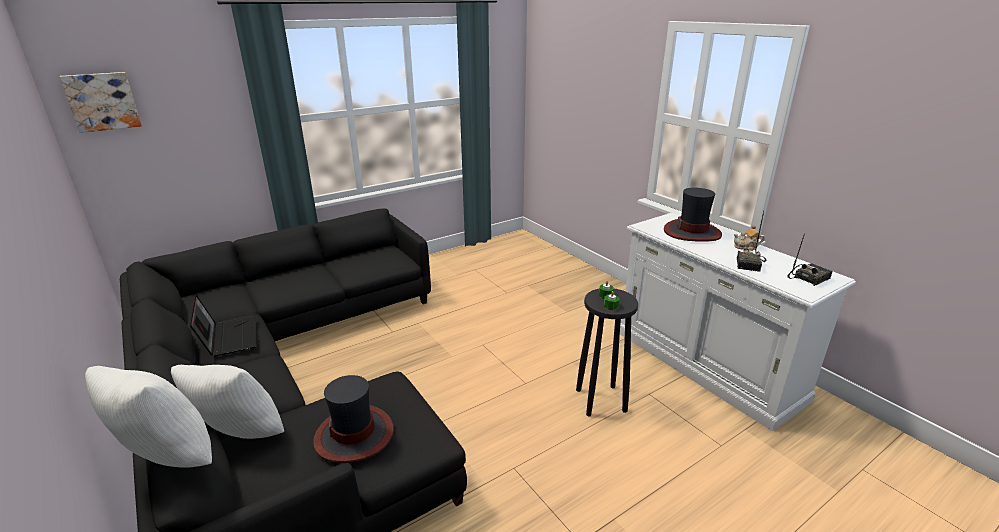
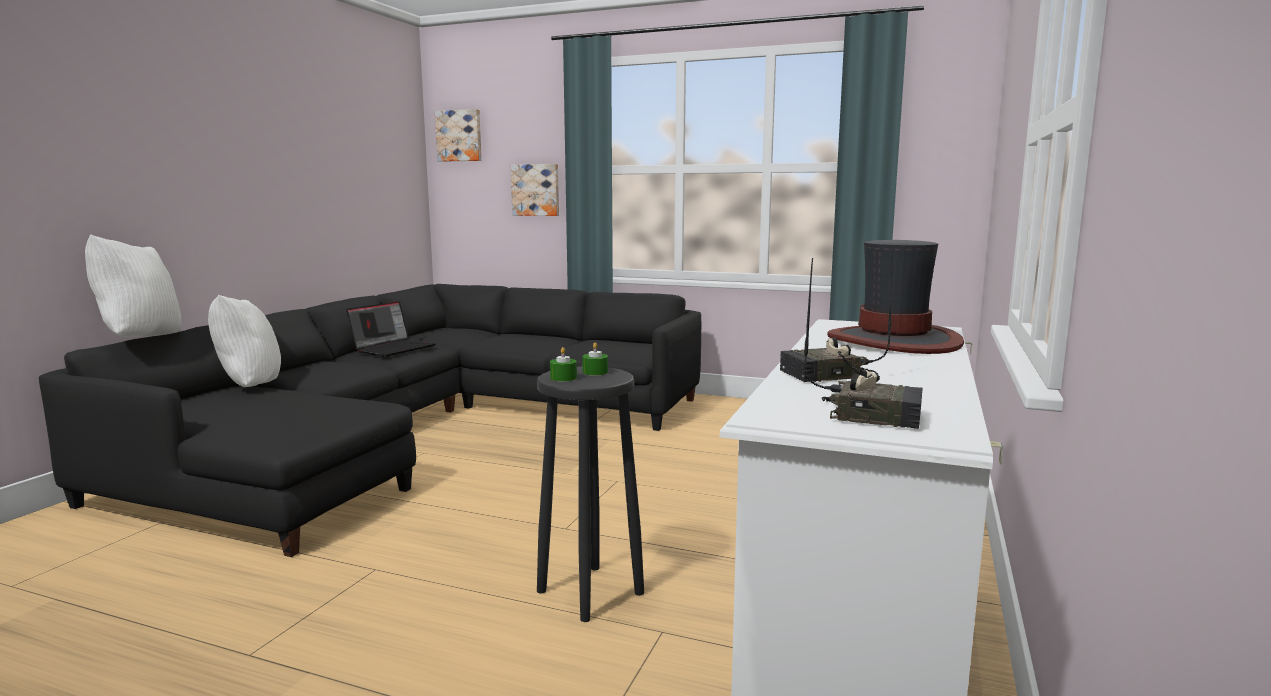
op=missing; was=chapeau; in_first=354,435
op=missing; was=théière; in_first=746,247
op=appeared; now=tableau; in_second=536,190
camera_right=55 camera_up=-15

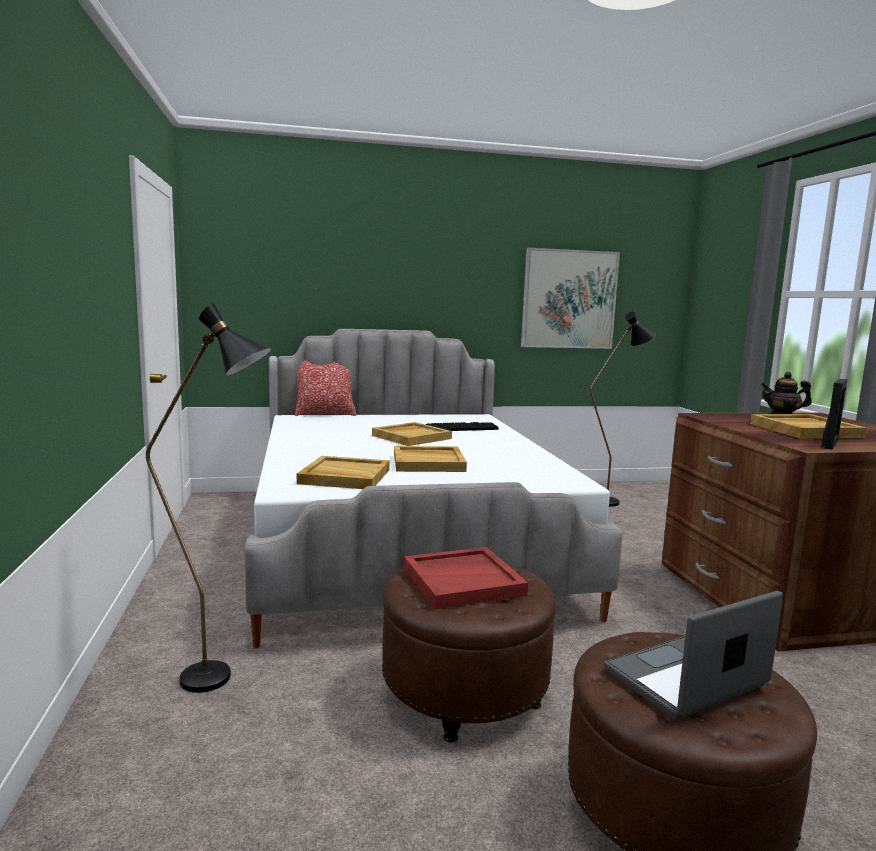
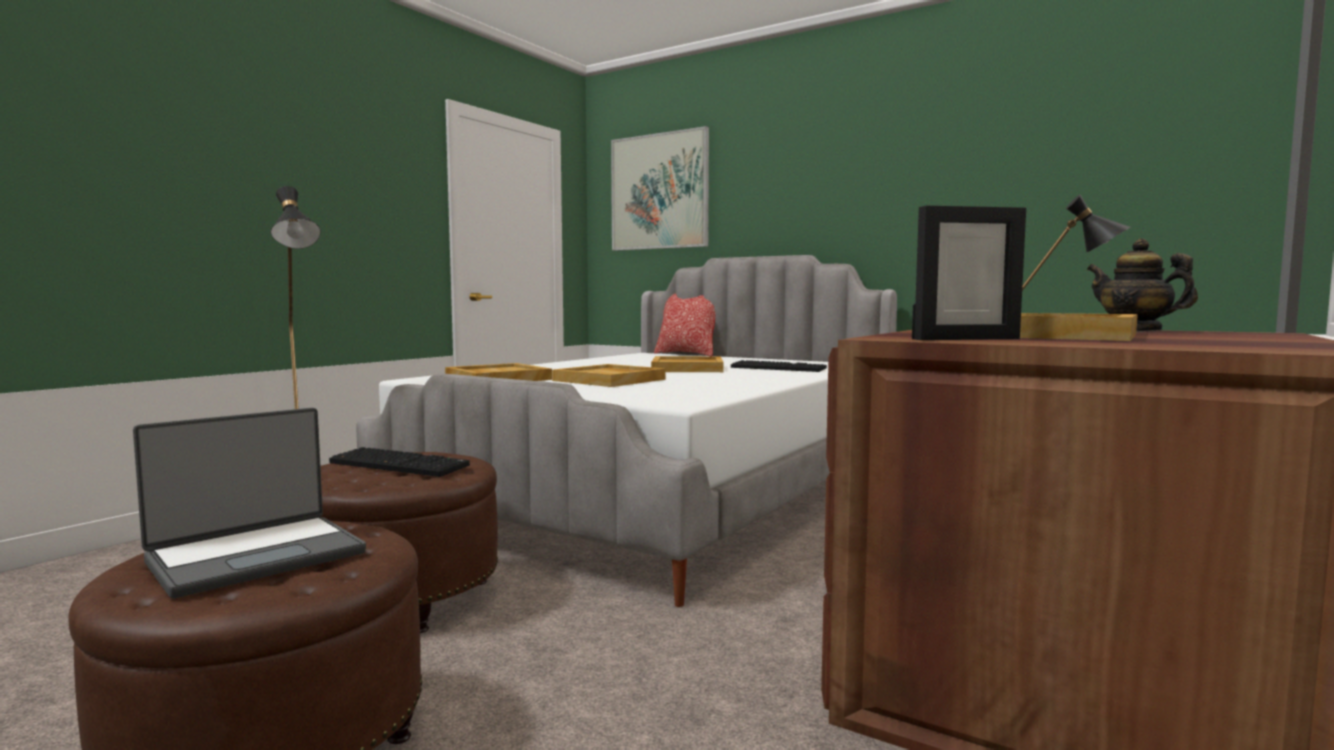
op=exchanged; was=plateau [rouge]; now=clavier; in_first=463,581; in_second=401,464
op=relocated; was=tableau; in_first=569,299; in_second=659,192
op=spun; was=ordinateur portable; in_first=687,680; in_second=256,556; clockwise=120
camera_right=45 camera_up=-5

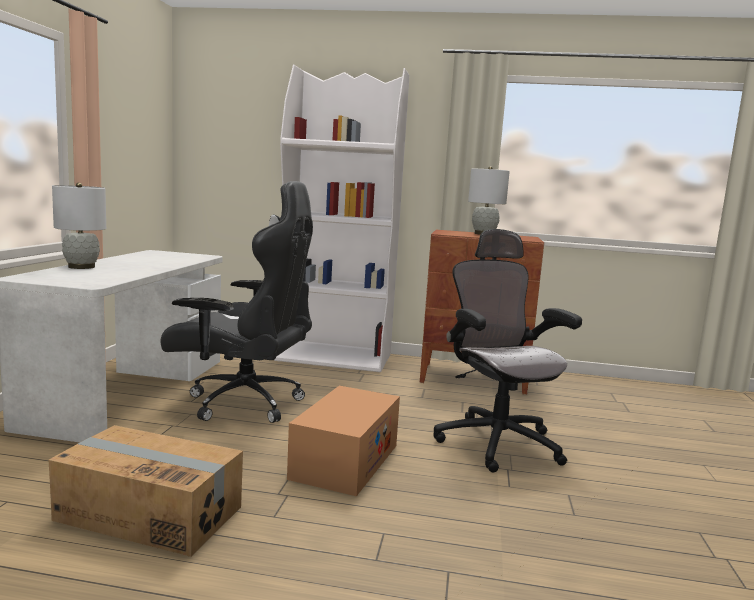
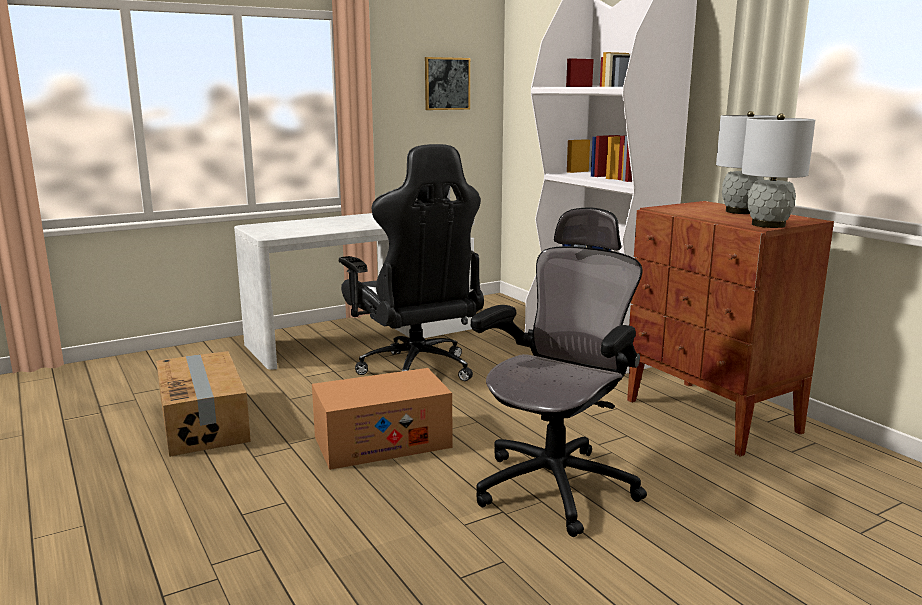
op=relocated; was=lampe de table [blanc]; in_first=82,267; in_second=768,225
op=appeared; now=tableau; in_second=447,83
camera_right=50 camera_up=5

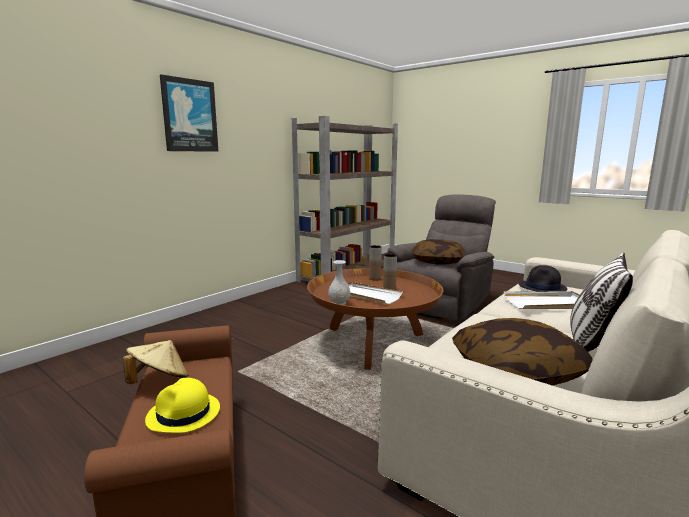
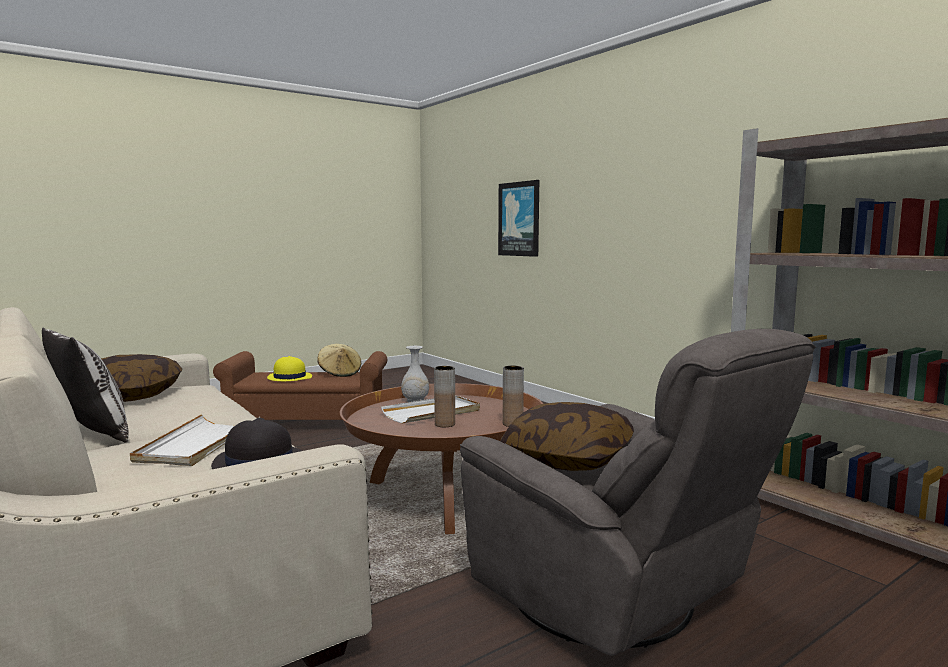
op=relocated; was=tableau; in_first=189,115; in_second=519,219
camera_right=105 camera_up=-5

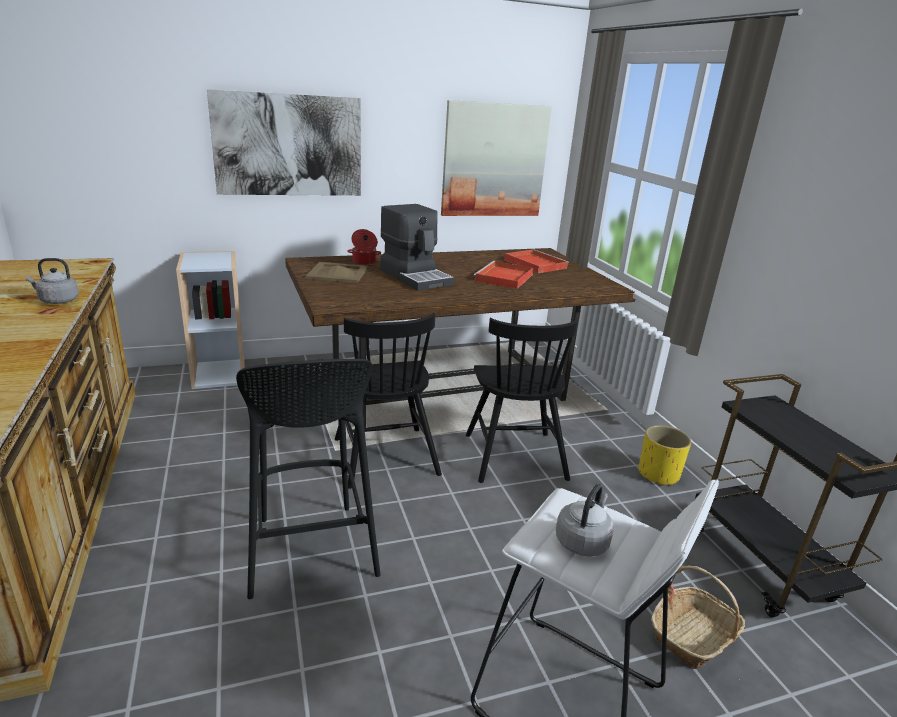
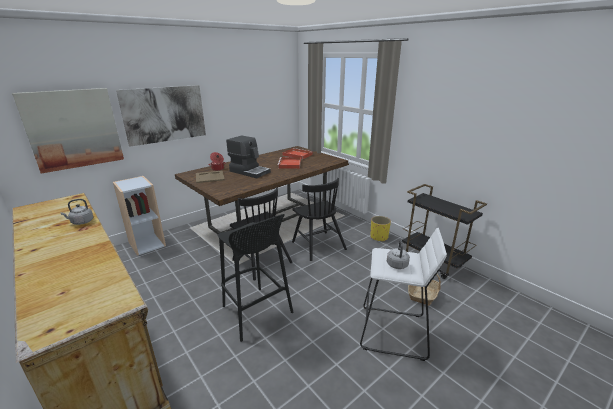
op=relocated; was=tableau; in_first=494,160; in_second=73,129
camera_right=-20 camera_up=0

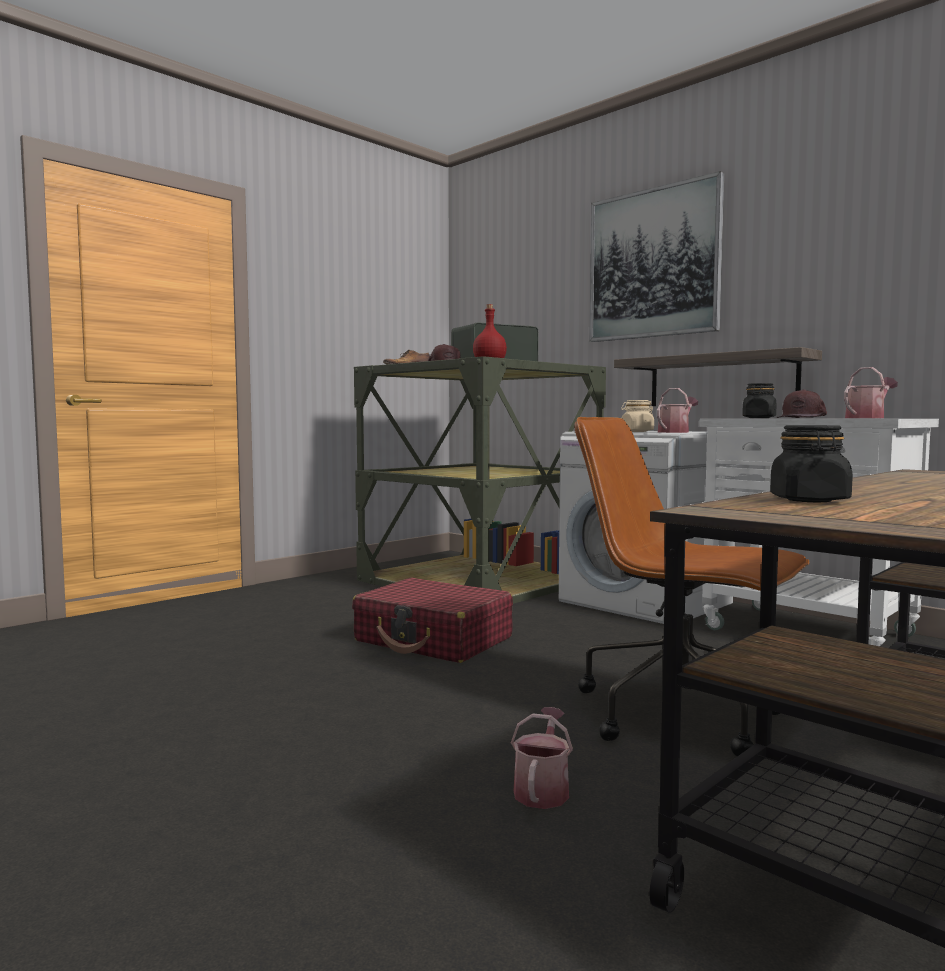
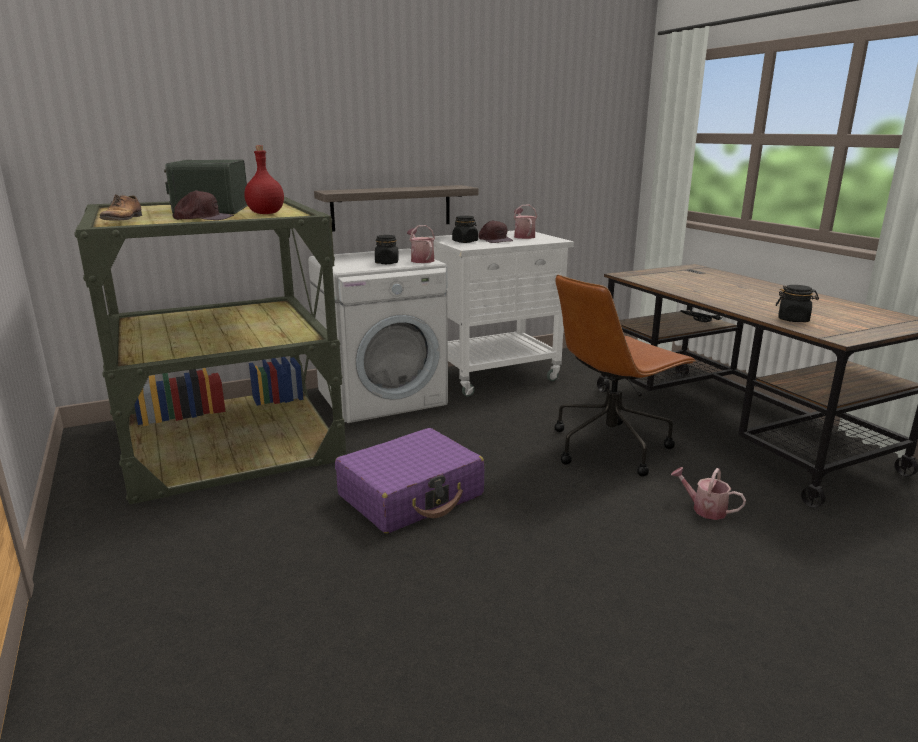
op=colour; was=valise [rouge]; now=valise [violet]; in_first=434,640; in_second=411,495
op=missing; was=tableau; in_first=653,263
op=colour; was=bocal [beige]; now=bocal [noir]; in_first=637,431; in_second=387,263
camera_right=-70 camera_up=15

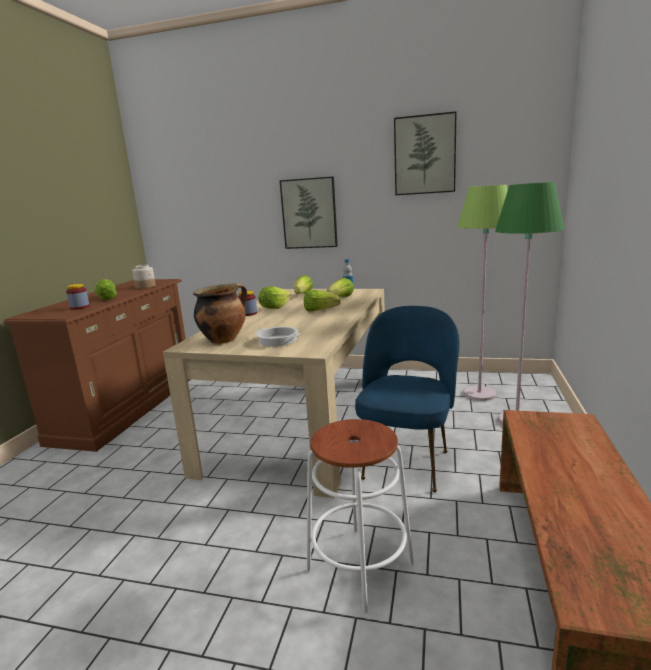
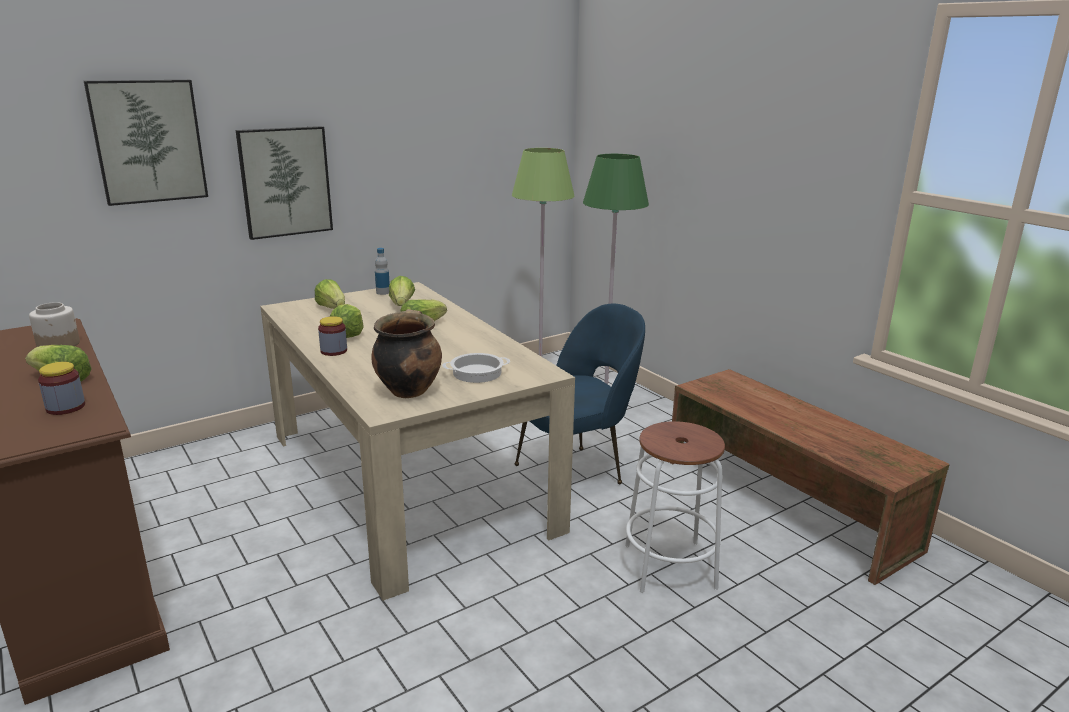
op=spun; was=chaise [bleu]; in_first=408,460; in_second=575,472; clockwise=90
op=relocated; was=tableau; in_first=424,155; in_second=148,141
camera_right=-50 camera_up=5

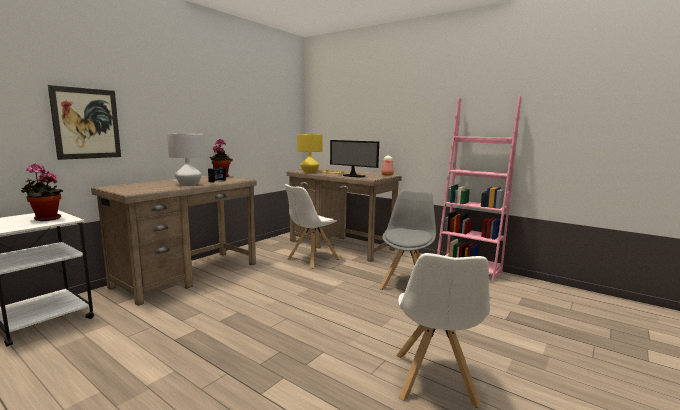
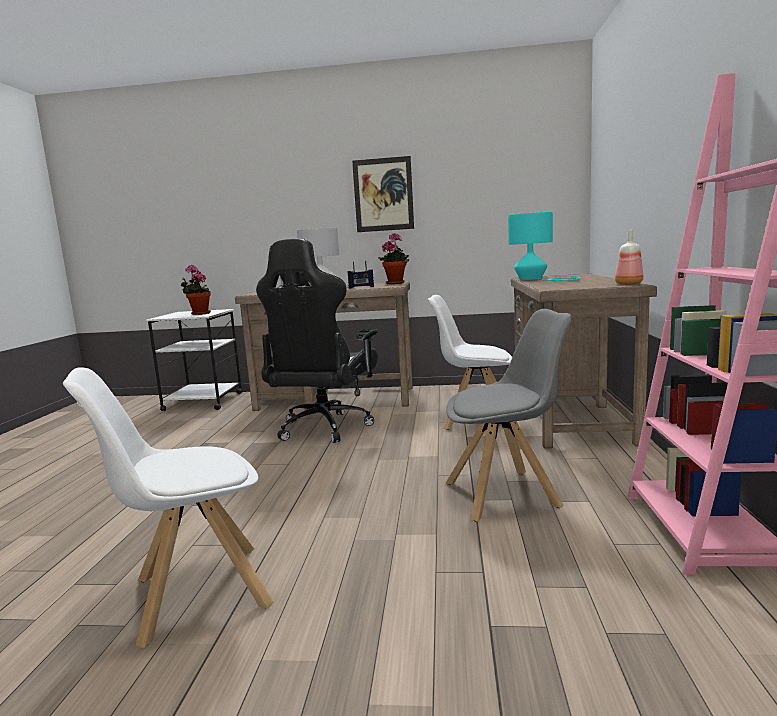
op=relocated; was=tableau; in_first=87,123; in_second=383,194
op=colour; was=lampe de table [jaune]; now=lampe de table [turquoise]; in_first=318,172; in_second=543,279
op=missing; was=écran d'ordinateur; in_first=353,176
op=appeared; now=chaise de bureau [noir]; in_second=326,426
camera_right=60 camera_up=0

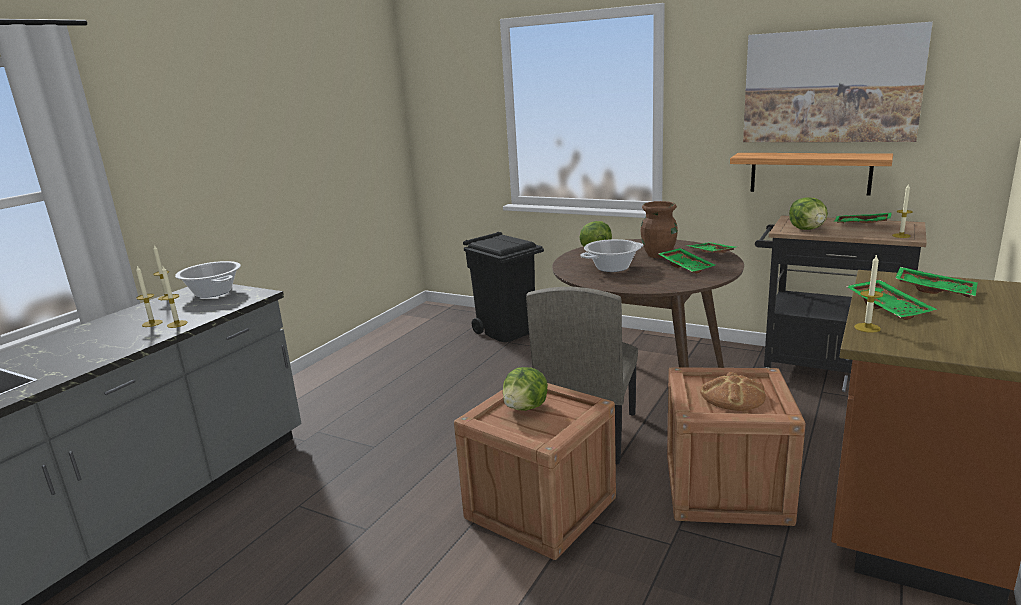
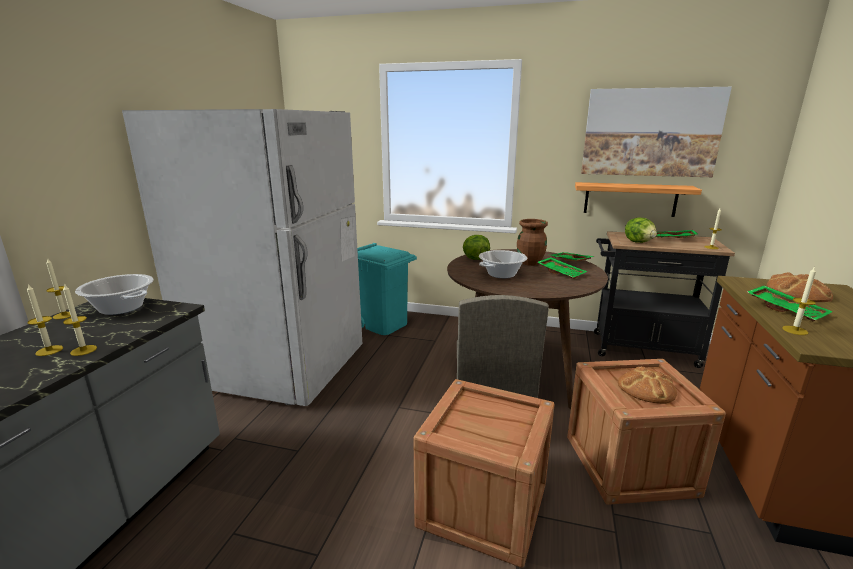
op=colour; was=poubelle [noir]; now=poubelle [turquoise]; in_first=507,330; in_second=383,324
op=missing; was=laitue; in_first=526,408
op=exchanged; was=plateau [vert]; now=pain; in_first=934,290; in_second=797,293
op=appeared; now=réfrigérateur [blanc]; in_second=281,365
camera_right=-15 camera_up=0

